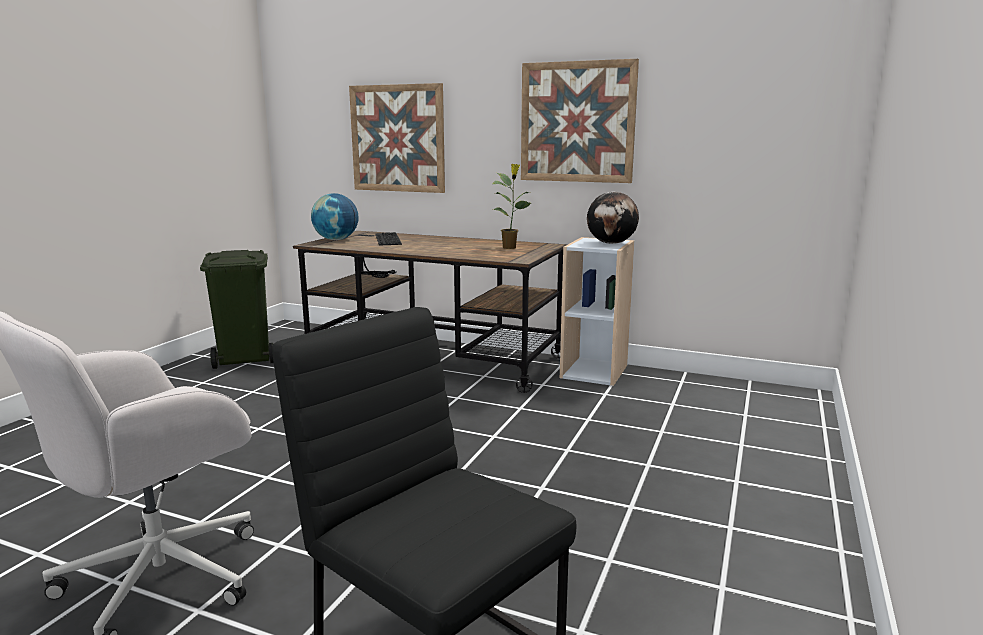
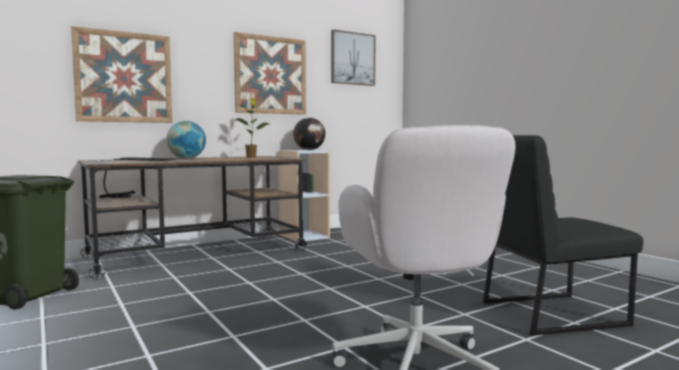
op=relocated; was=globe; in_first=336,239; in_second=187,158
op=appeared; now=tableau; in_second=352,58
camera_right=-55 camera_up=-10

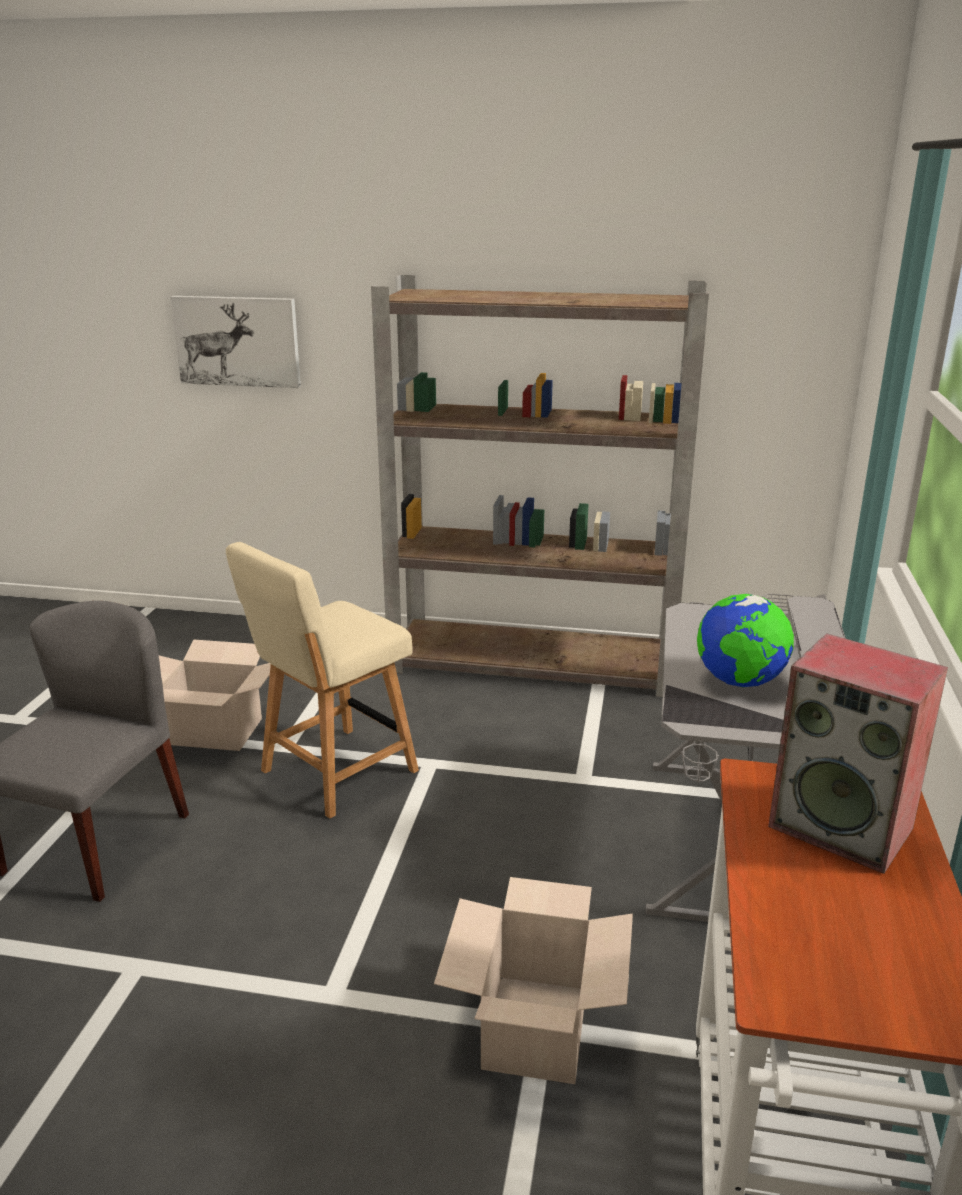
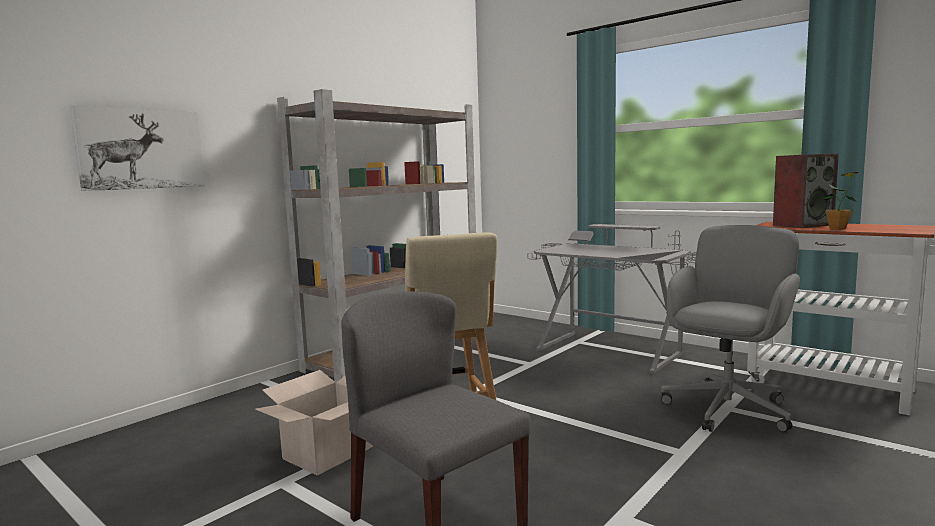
op=exchanged; was=carton; now=chaise de bureau [gris]; in_first=536,1029; in_second=728,409
op=missing; was=globe; in_first=739,682
op=appeared; now=plante en pot; in_second=837,228
camera_right=-60 camera_up=-15

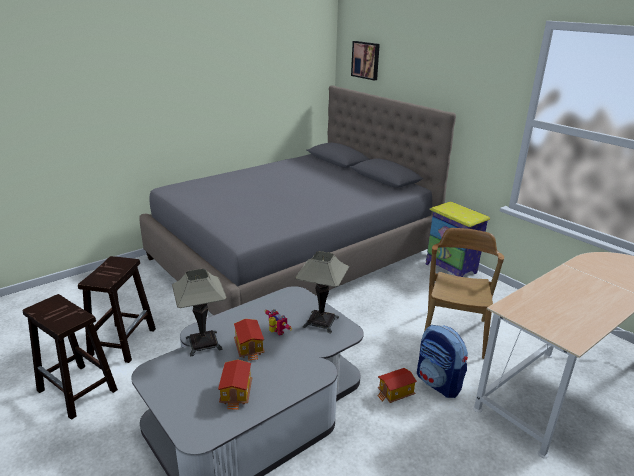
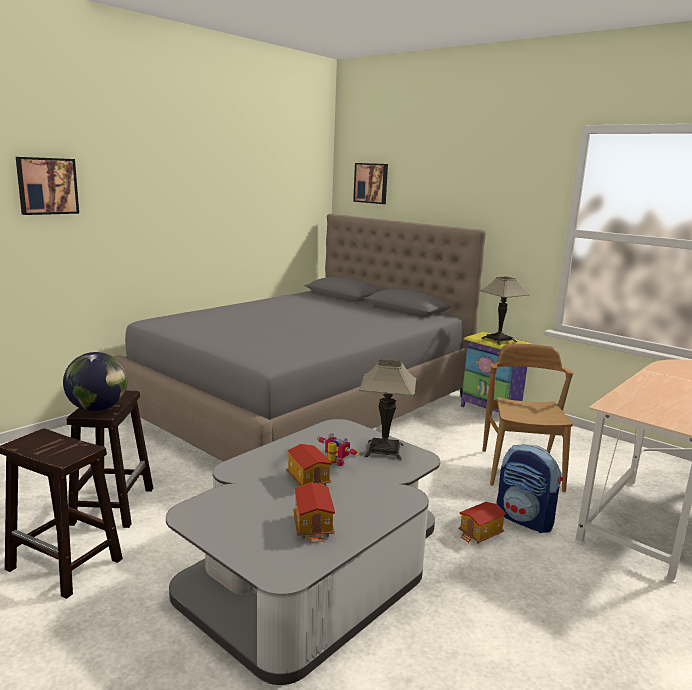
op=relocated; was=lampe de table; in_first=204,343; in_second=499,340
op=appeared; now=tableau; in_second=47,186
op=appeared; now=globe; in_second=98,409
camera_right=-10 camera_up=-10

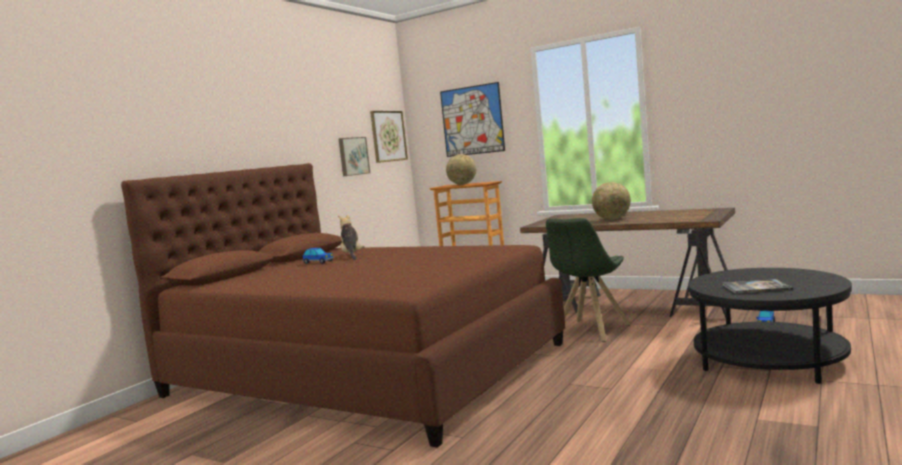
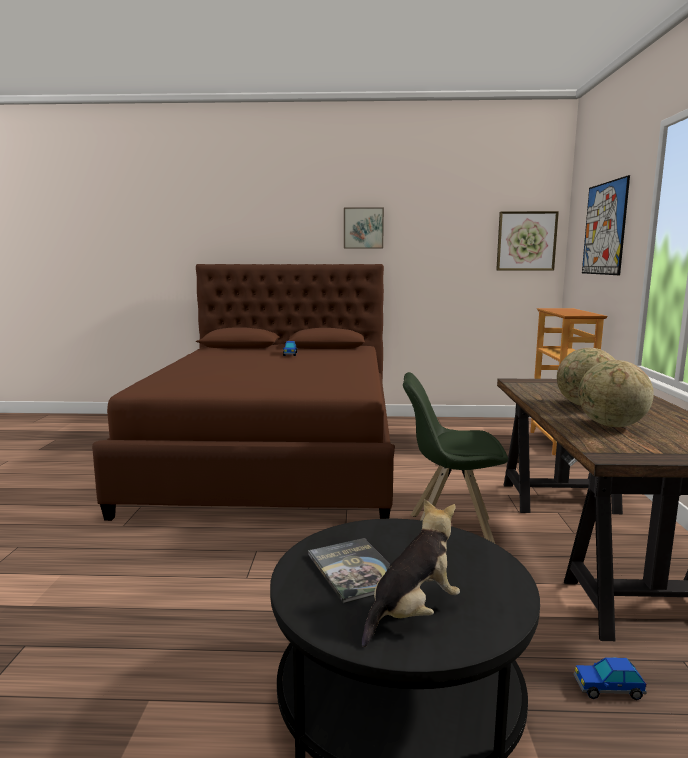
op=relocated; was=peluche; in_first=352,256; in_second=412,612
op=relocated; was=tableau; in_first=353,156; in_second=363,228
op=relocated; was=globe; in_first=462,184; in_second=611,426
camera_right=60 camera_up=5

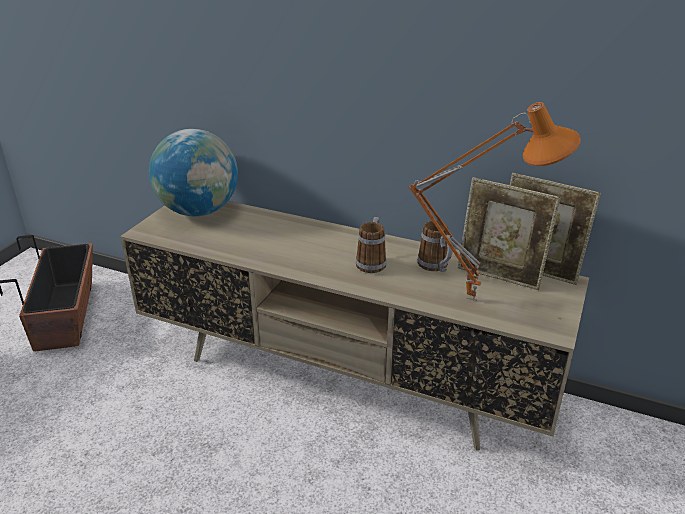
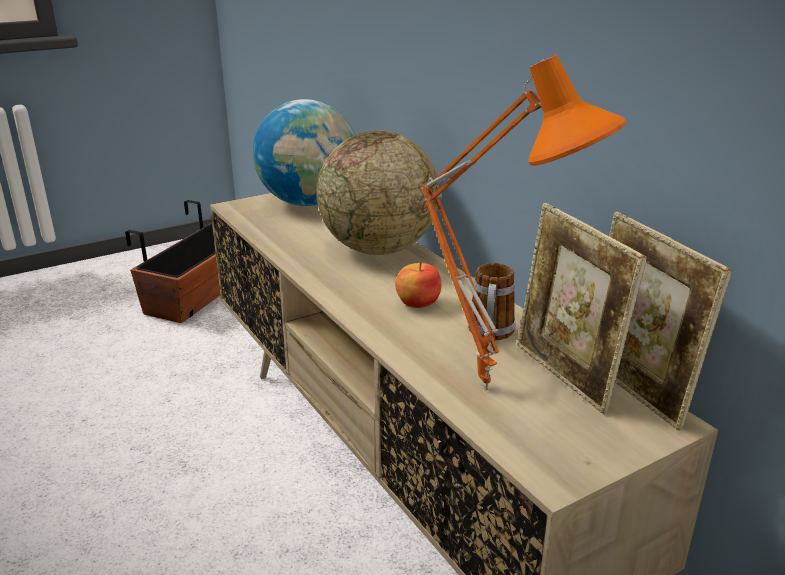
op=exchanged; was=mug; now=pomme; in_first=372,261; in_second=417,303
op=appeared; now=globe; in_second=378,249
camera_right=35 camera_up=-5

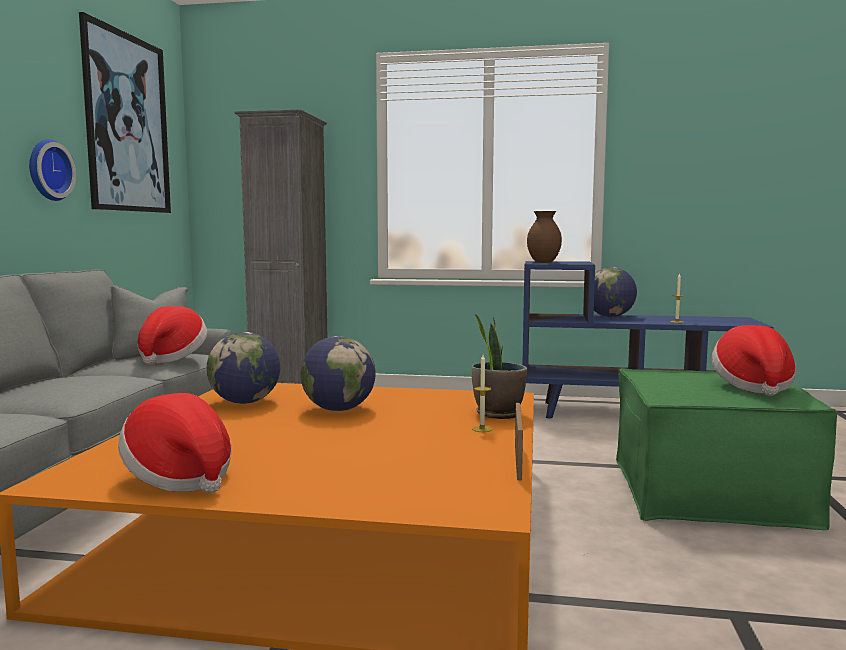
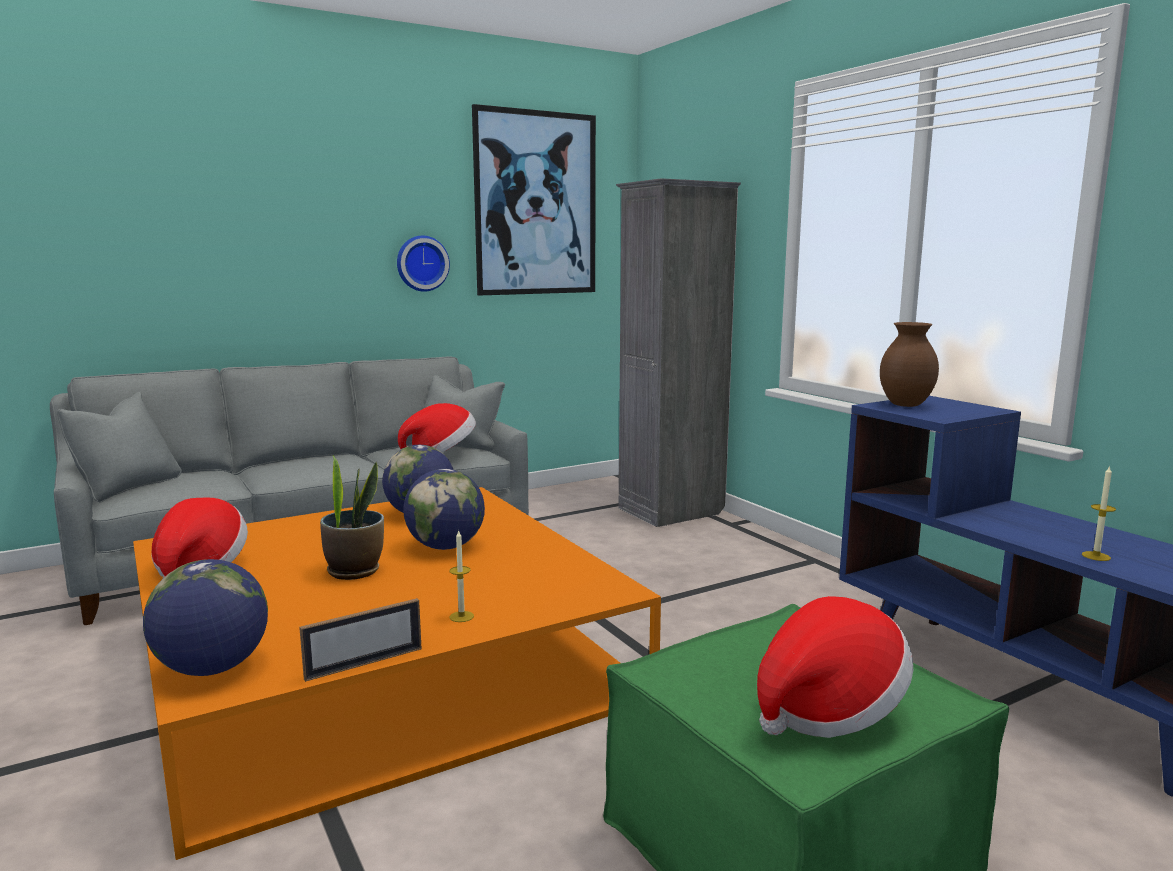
op=relocated; was=plante en pot; in_first=497,414; in_second=354,571
op=relocated; was=globe; in_first=610,316; in_second=213,668
camera_right=50 camera_up=5

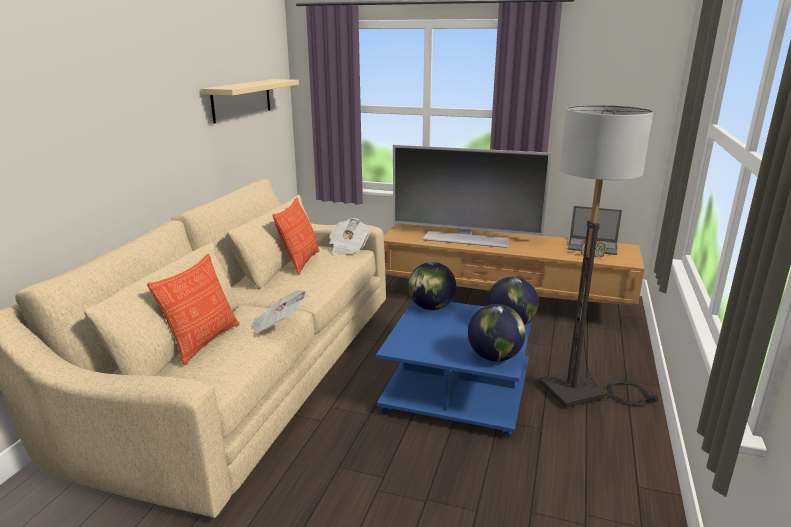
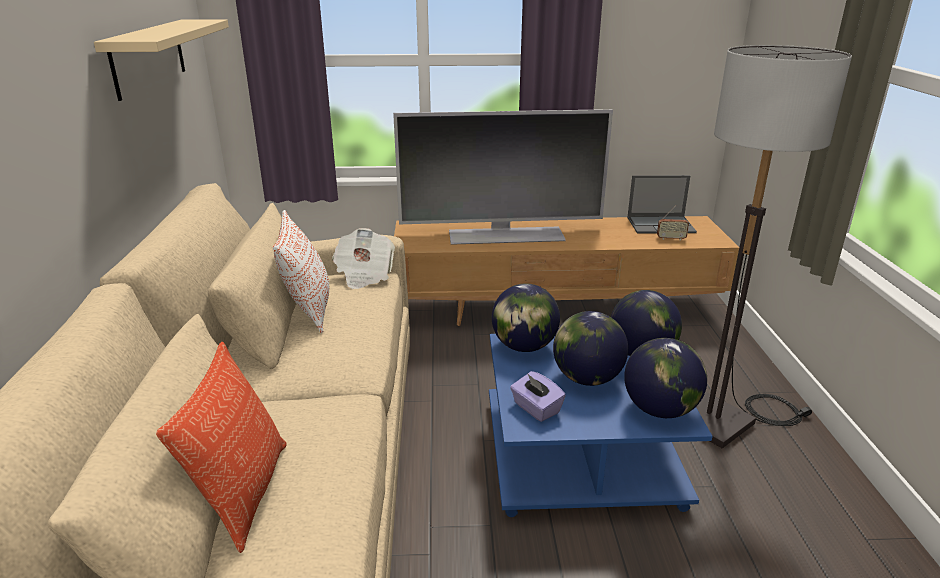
op=missing; was=journal; in_first=278,325
op=colour; was=coussin [orange]; now=coussin [blanc]; in_first=300,262; in_second=308,310
op=appeared; now=boîte à mouchoirs [violet]; in_second=536,408
op=appeared; now=globe; in_second=587,379
camera_right=-20 camera_up=5

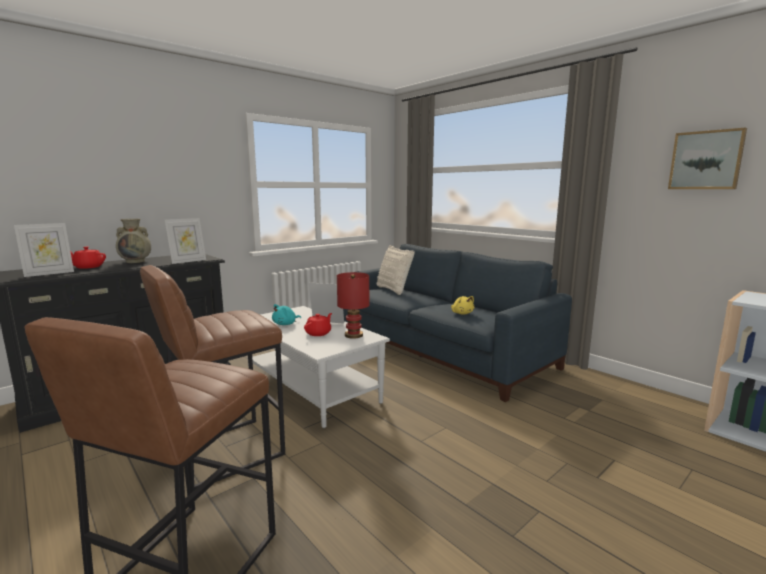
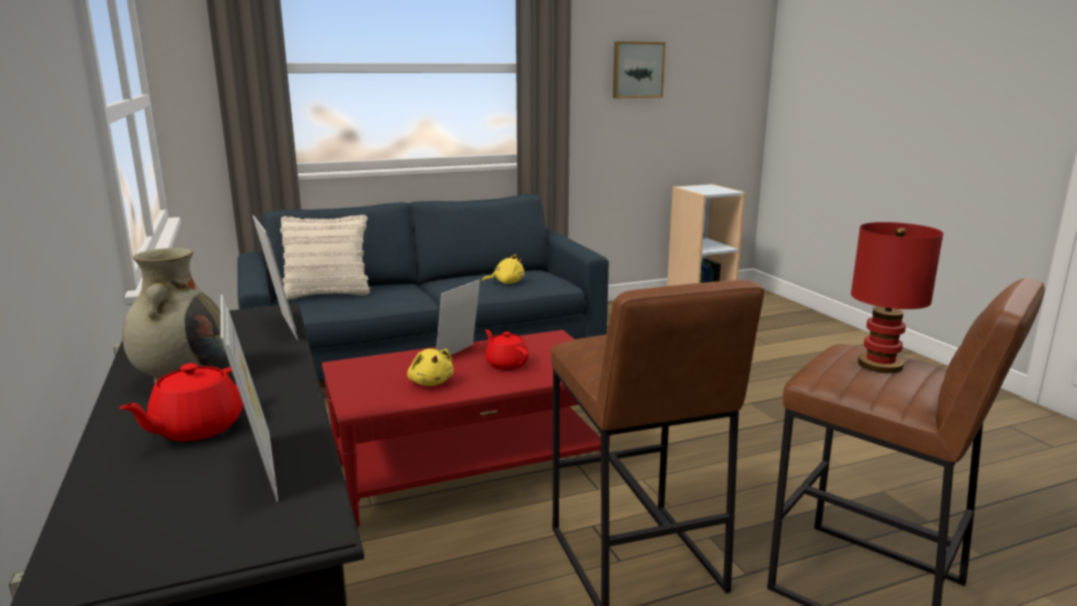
op=colour; was=table basse [blanc]; now=table basse [rouge]; in_first=312,388; in_second=472,469
op=colour; was=peluche [turquoise]; now=peluche [jaune]; in_first=286,324; in_second=431,382
op=relocated; was=lampe de table [rouge]; in_first=354,335; in_second=879,364
camera_right=-70 camera_up=5

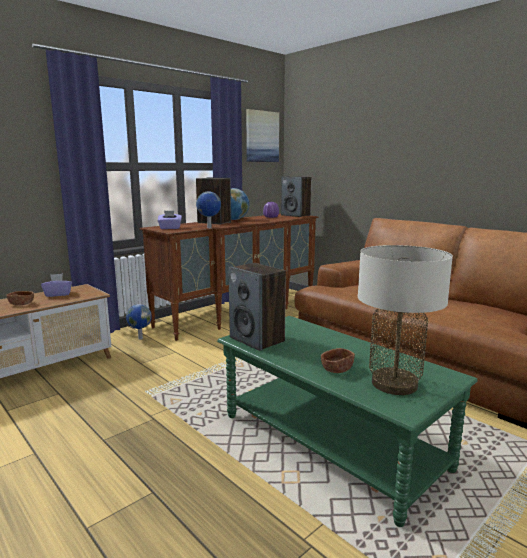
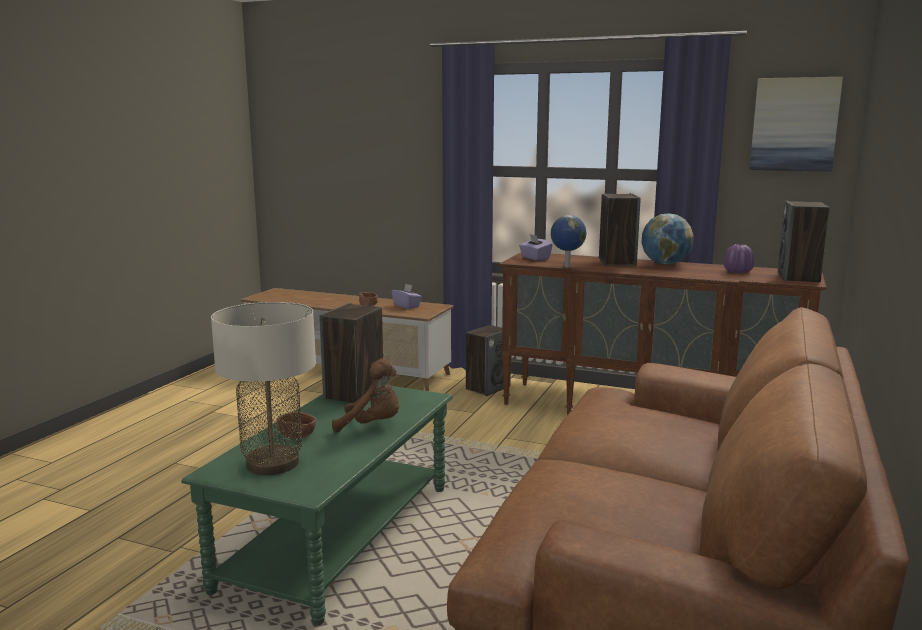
op=exchanged; was=globe; now=enceinte; in_first=140,338; in_second=488,388
op=appeared; now=peluche [marron]; in_second=372,425
camera_right=65 camera_up=0

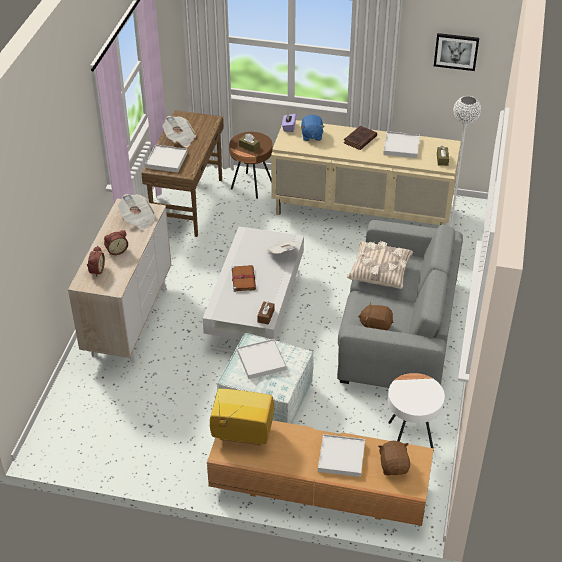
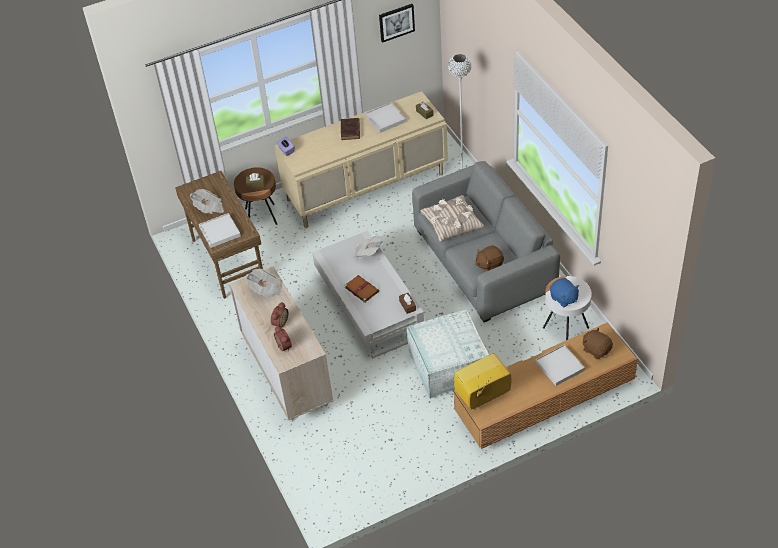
op=missing; was=plateau [blanc]; in_first=261,360
op=relocated; was=peluche [bleu]; in_first=311,136; in_second=563,298
camera_right=-35 camera_up=5

